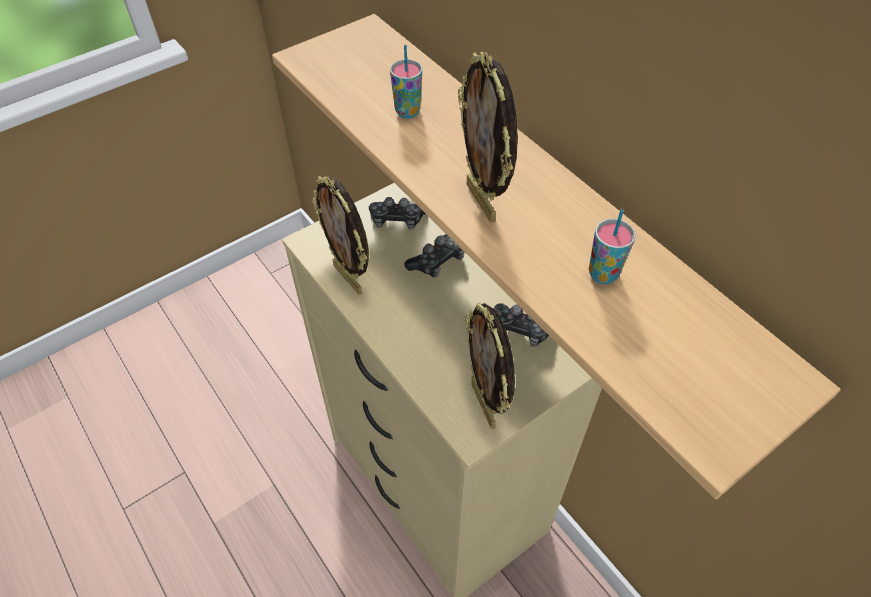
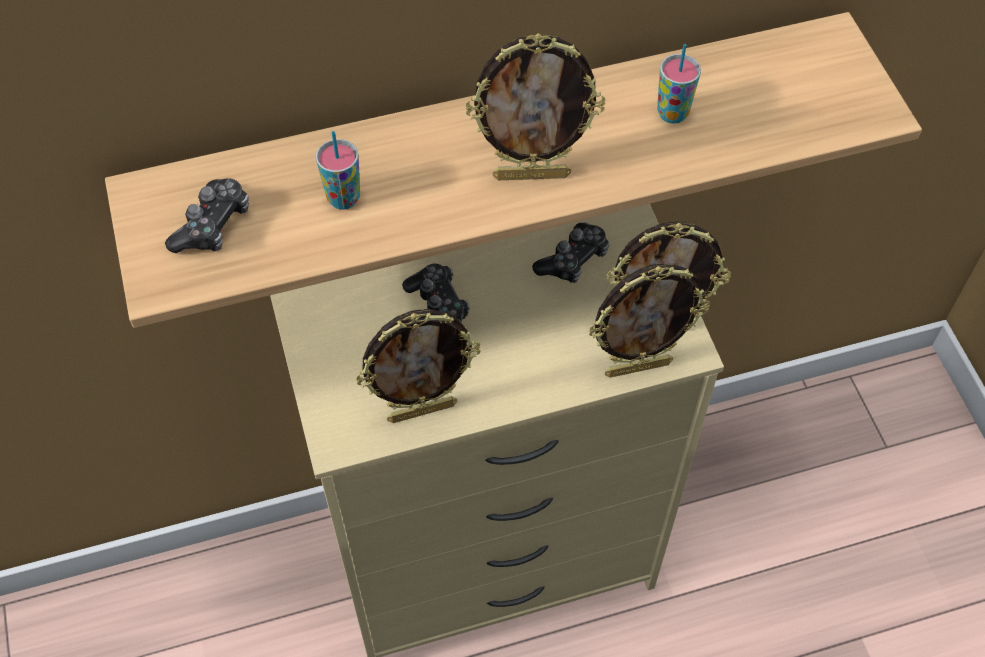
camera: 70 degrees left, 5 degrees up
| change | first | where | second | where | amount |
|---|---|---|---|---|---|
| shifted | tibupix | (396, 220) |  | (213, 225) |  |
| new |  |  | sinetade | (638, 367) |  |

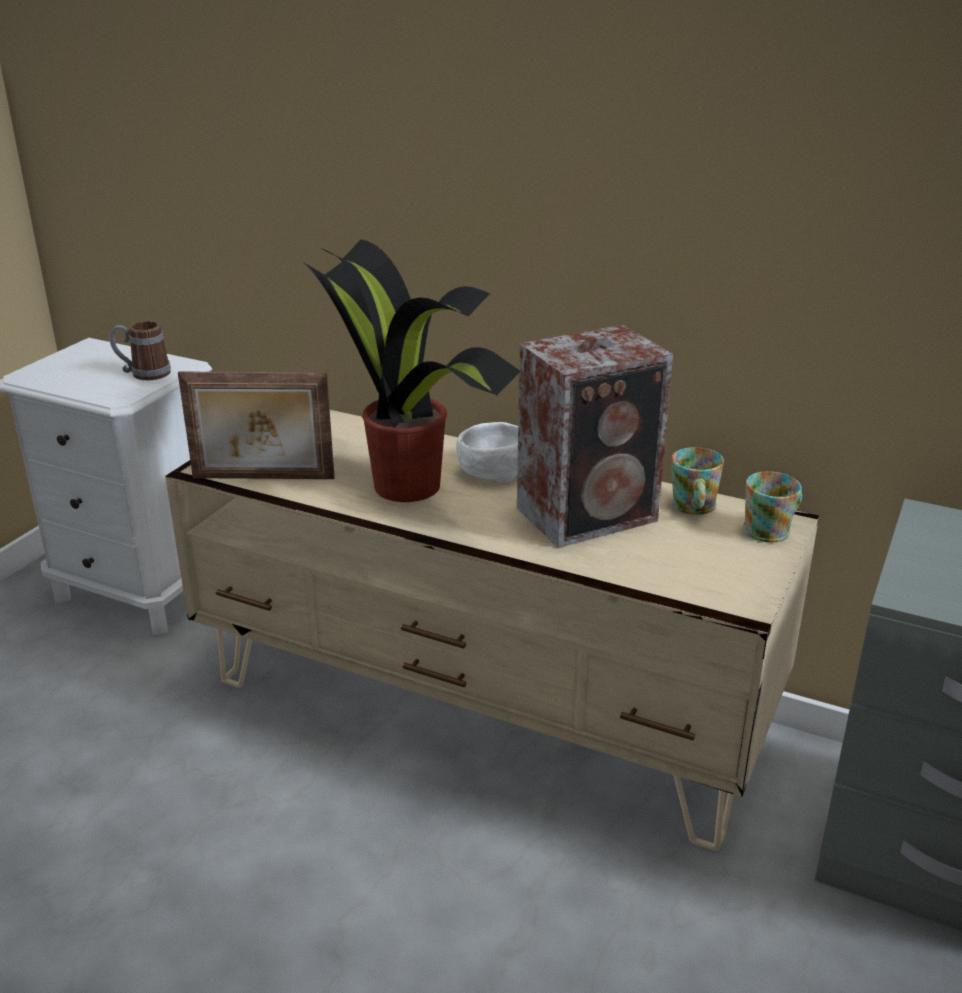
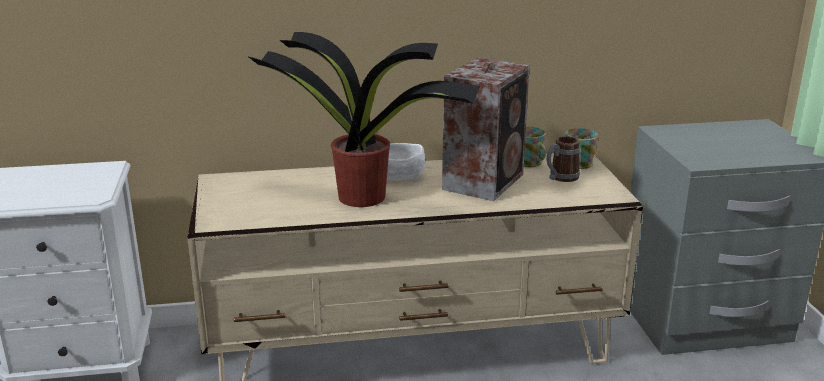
camera: 35 degrees left, 5 degrees down
| change | first | where | second | where | amount |
|---|---|---|---|---|---|
| shifted | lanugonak | (143, 374) |  | (560, 178) |  |
| gone | sinetade | (263, 479) |  |  |  |

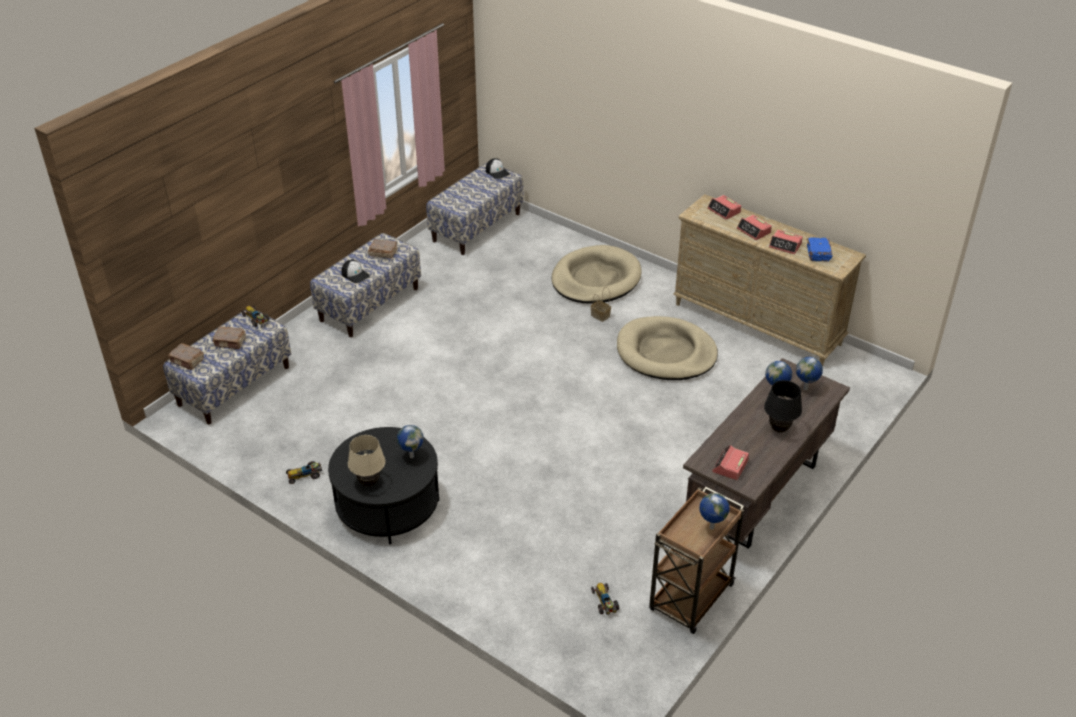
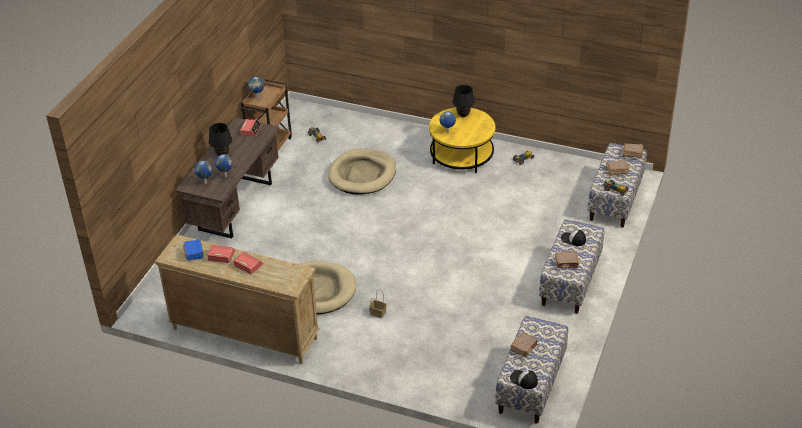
camera: 165 degrees right, 0 degrees up
| change | first | where | second | where | amount |
|---|---|---|---|---|---|
| gone | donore | (724, 211) |  |  |  |
| shifted | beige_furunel | (596, 279) |  | (362, 174) |  |
| repainted | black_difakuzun | (387, 505) | yellow_difakuzun | (461, 155) |  |
| repainted | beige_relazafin | (369, 483) | black_relazafin | (463, 115) |  |
| new |  |  | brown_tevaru | (524, 348) |  |

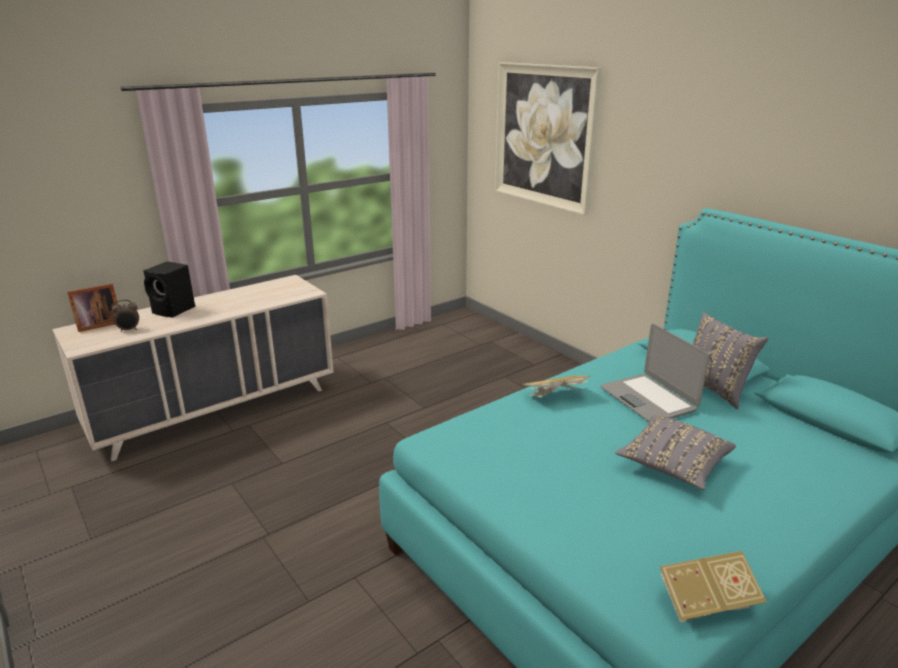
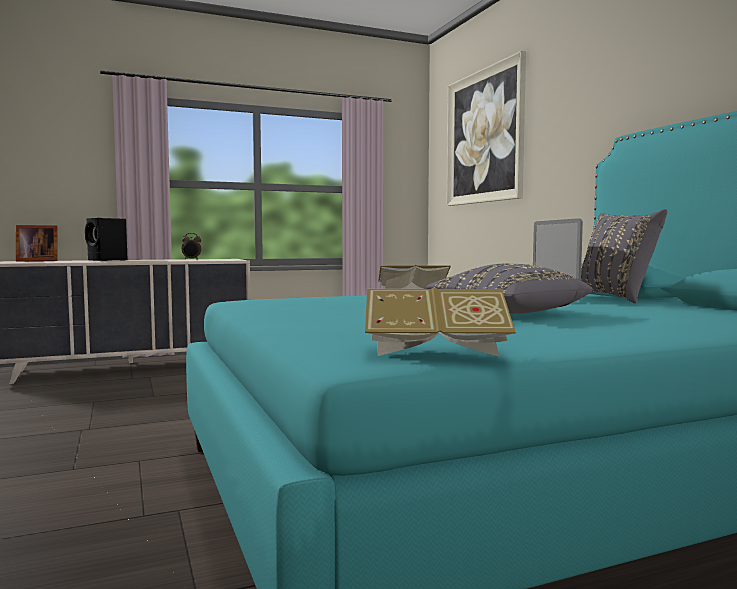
camera: 15 degrees right, 20 degrees down
| change | first | where | second | where | amount |
|---|---|---|---|---|---|
| shifted | donore | (129, 330) |  | (191, 259) |  |

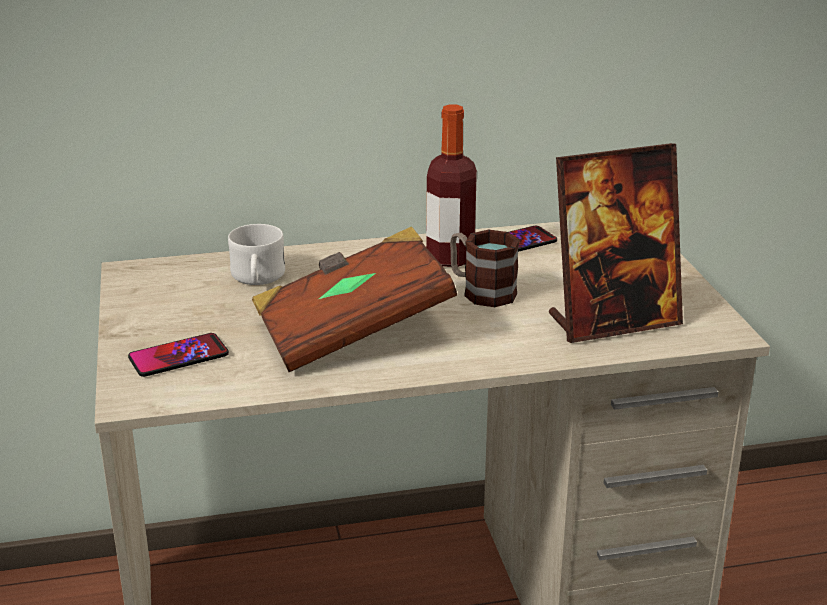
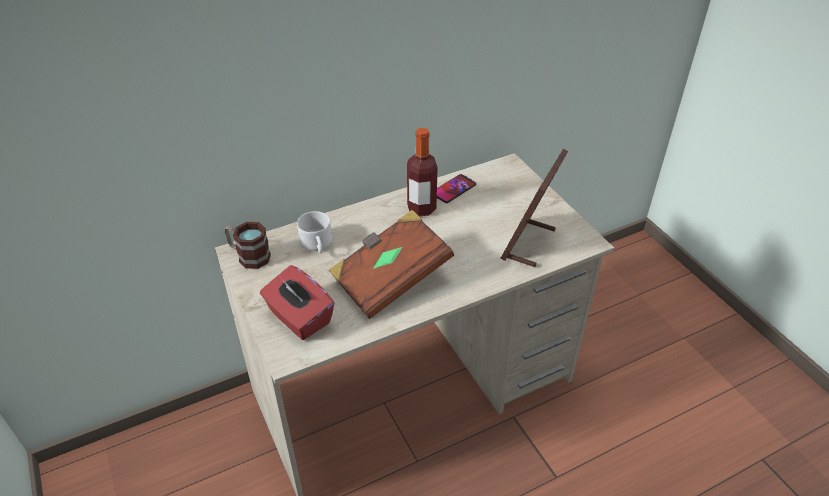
camera: 15 degrees left, 15 degrees up
| change | first | where | second | where | amount |
|---|---|---|---|---|---|
| rotated | sinetade | (613, 321) |  | (528, 243) | 150 degrees clockwise |
| shifted | lanugonak | (481, 291) |  | (249, 256) |  |
| swapped | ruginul | (178, 356) | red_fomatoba | (299, 318) |  |

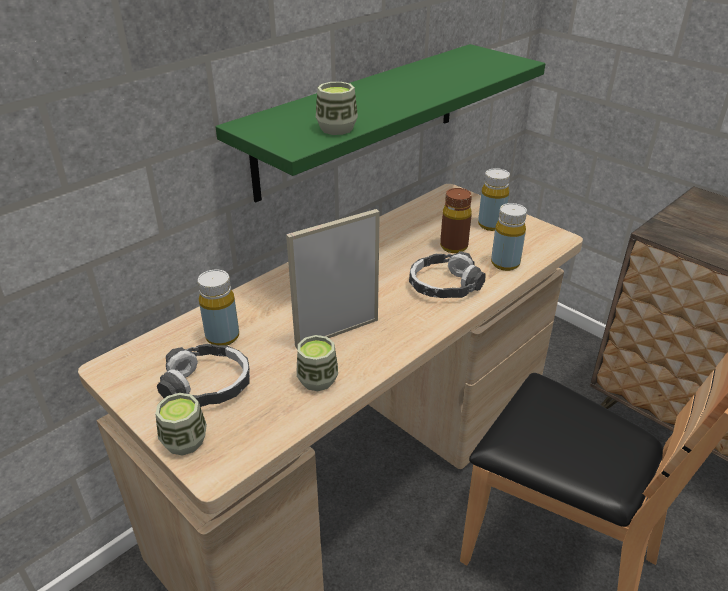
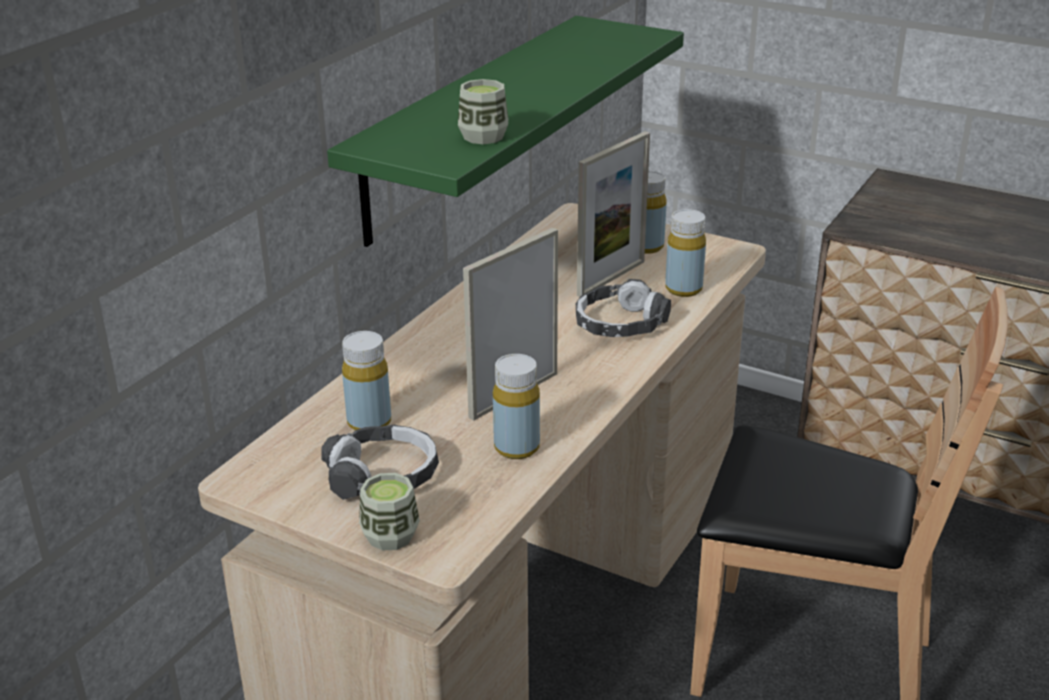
camera: 15 degrees left, 5 degrees down
| change | first | where | second | where | amount |
|---|---|---|---|---|---|
| swapped | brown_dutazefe | (453, 247) | sinetade | (611, 278) |  |
| swapped | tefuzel | (317, 380) | yellow_dutazefe | (516, 447) |  |

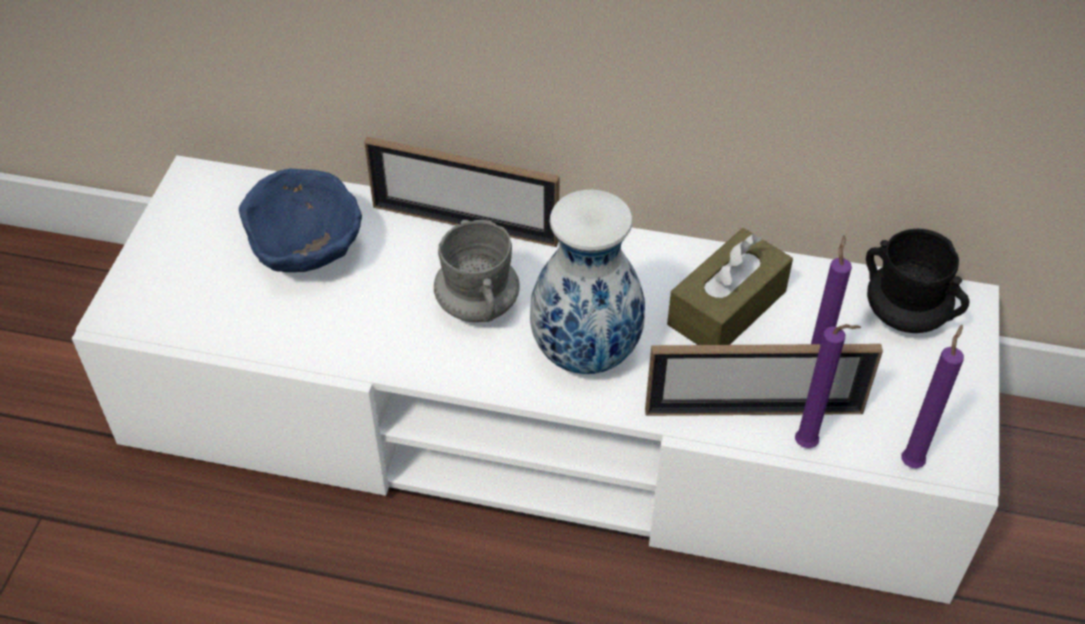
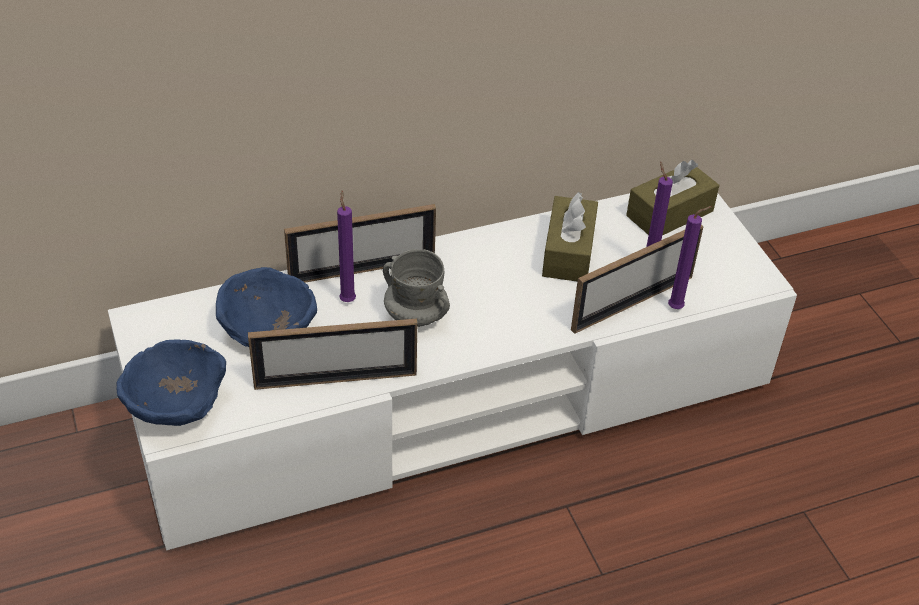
camera: 35 degrees left, 5 degrees down
| change | first | where | second | where | amount |
|---|---|---|---|---|---|
| gone | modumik | (586, 351) |  |  |  |
| swapped | black_lanugonak | (905, 315) | brown_fomatoba | (669, 213) |  |
| shifted | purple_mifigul | (912, 461) |  | (347, 299) |  |
| new |  |  | sinetade | (335, 380) |  |
| new |  |  | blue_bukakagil | (174, 406) |  |

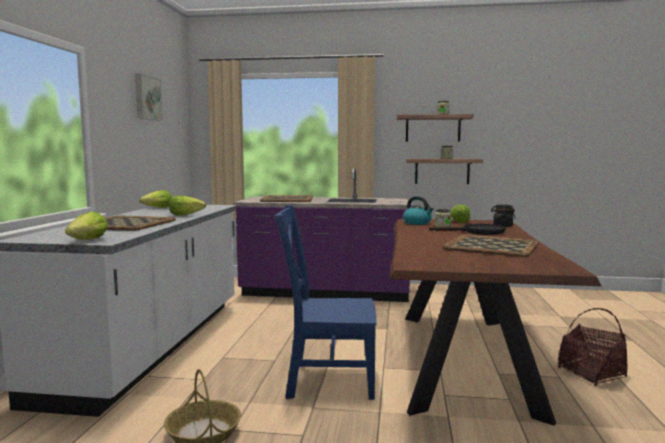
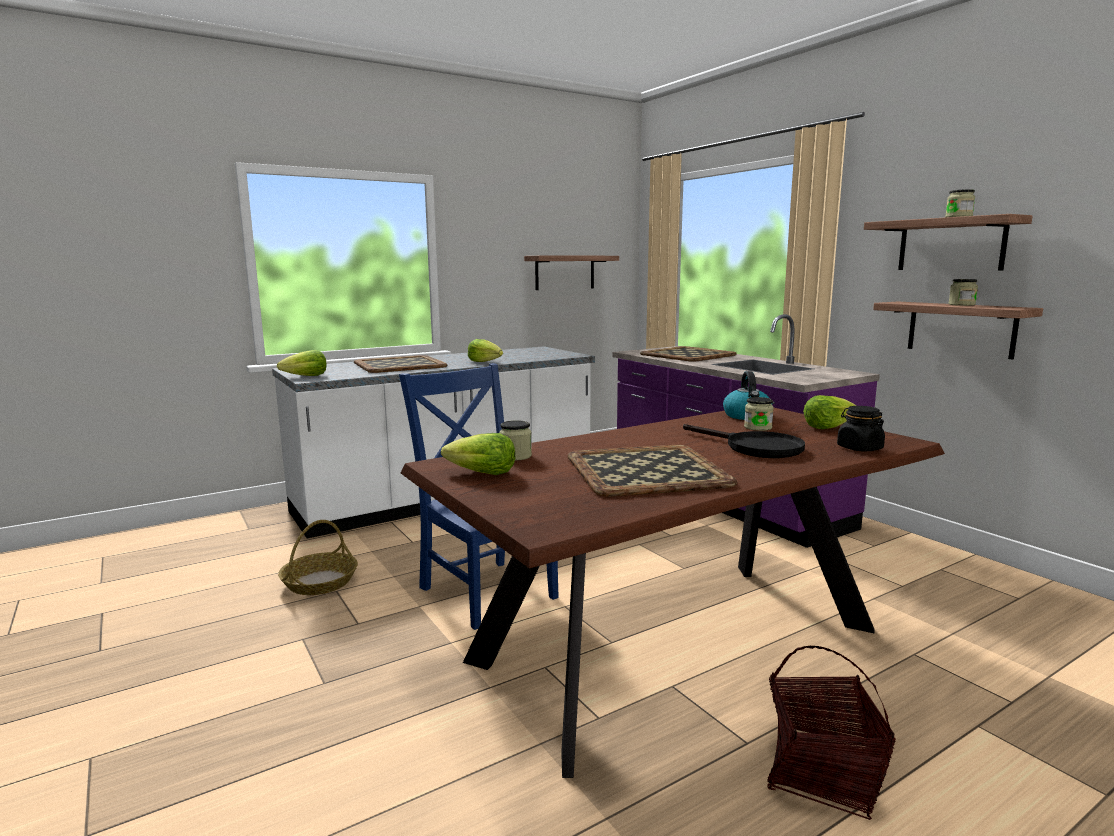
camera: 50 degrees right, 5 degrees up
| change | first | where | second | where | amount |
|---|---|---|---|---|---|
| gone | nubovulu | (147, 98) |  |  |  |
| shifted | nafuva | (158, 208) |  | (481, 474) |  |
| new |  |  | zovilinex | (565, 272) |  |
| new |  |  | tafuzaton | (515, 456) |  |

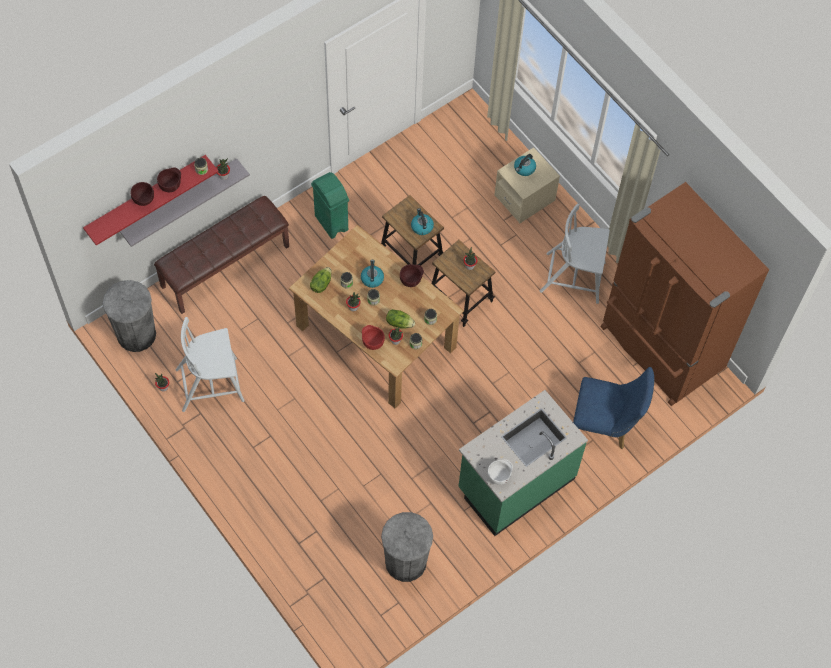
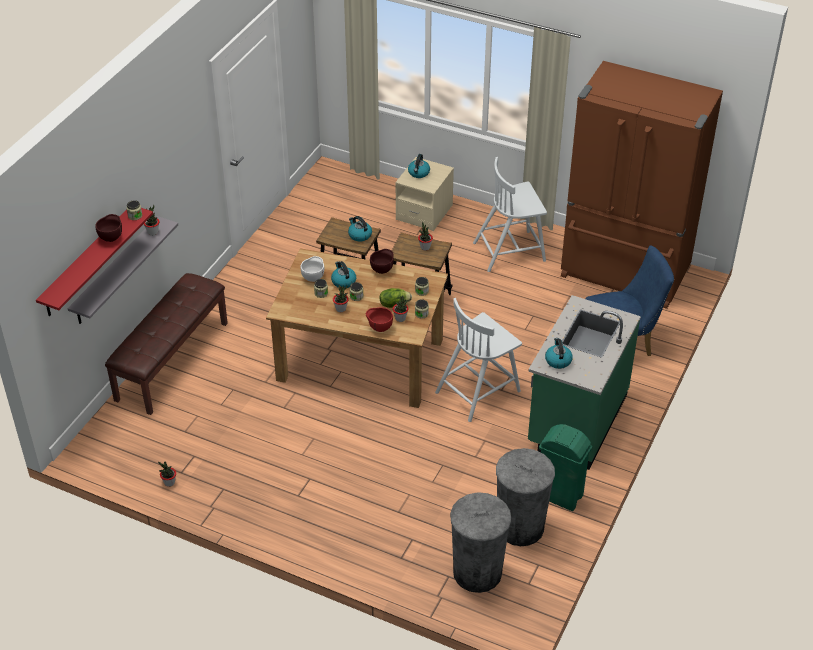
camera: 25 degrees left, 20 degrees down
| change | first | where | second | where | amount |
|---|---|---|---|---|---|
| shifted | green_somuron | (331, 223) |  | (560, 496) |  |
| gone | brown_bukakagil | (144, 201) |  |  |  |
| gone | nafuva | (321, 284) |  |  |  |
| shifted | grey_somuron | (136, 334) |  | (477, 572) |  |
| shifted | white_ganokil | (211, 384) |  | (478, 391) |  |
| shifted | white_bukakagil | (499, 476) |  | (313, 278) |  |
| new |  |  | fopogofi | (558, 360) |  |

